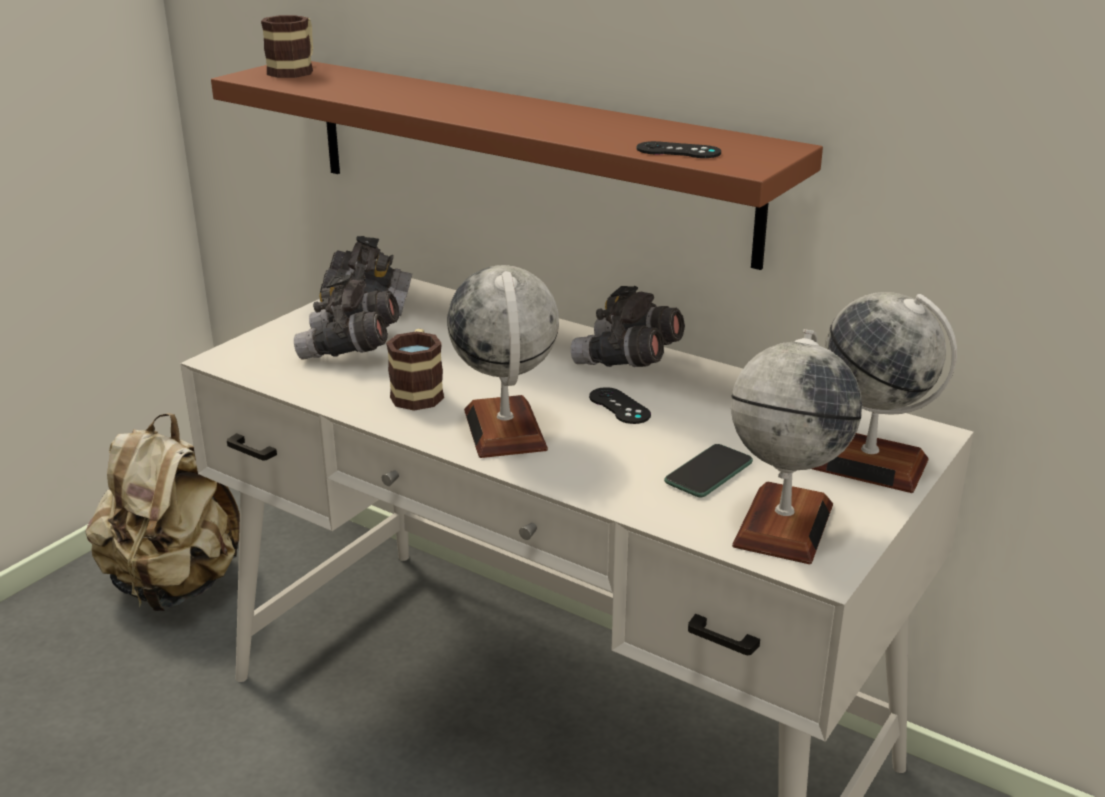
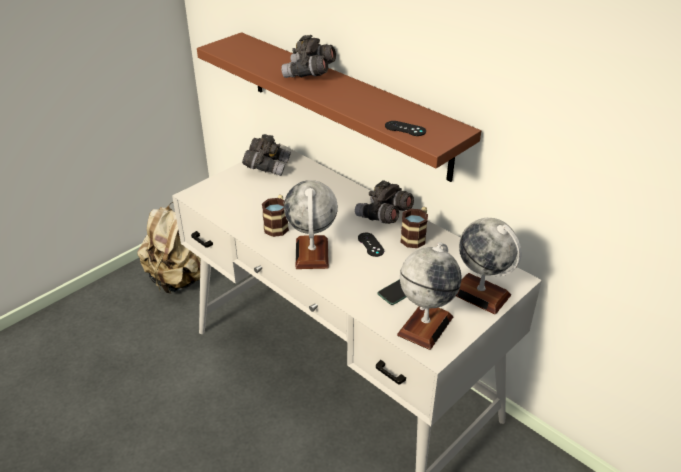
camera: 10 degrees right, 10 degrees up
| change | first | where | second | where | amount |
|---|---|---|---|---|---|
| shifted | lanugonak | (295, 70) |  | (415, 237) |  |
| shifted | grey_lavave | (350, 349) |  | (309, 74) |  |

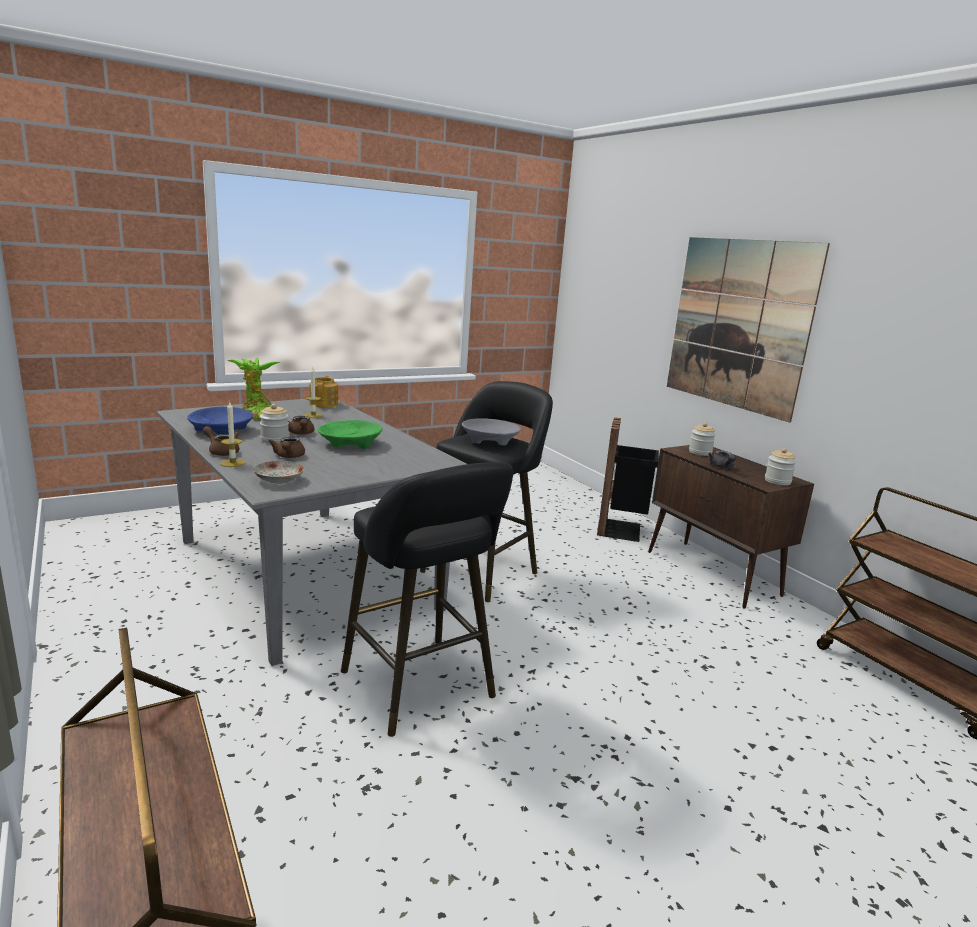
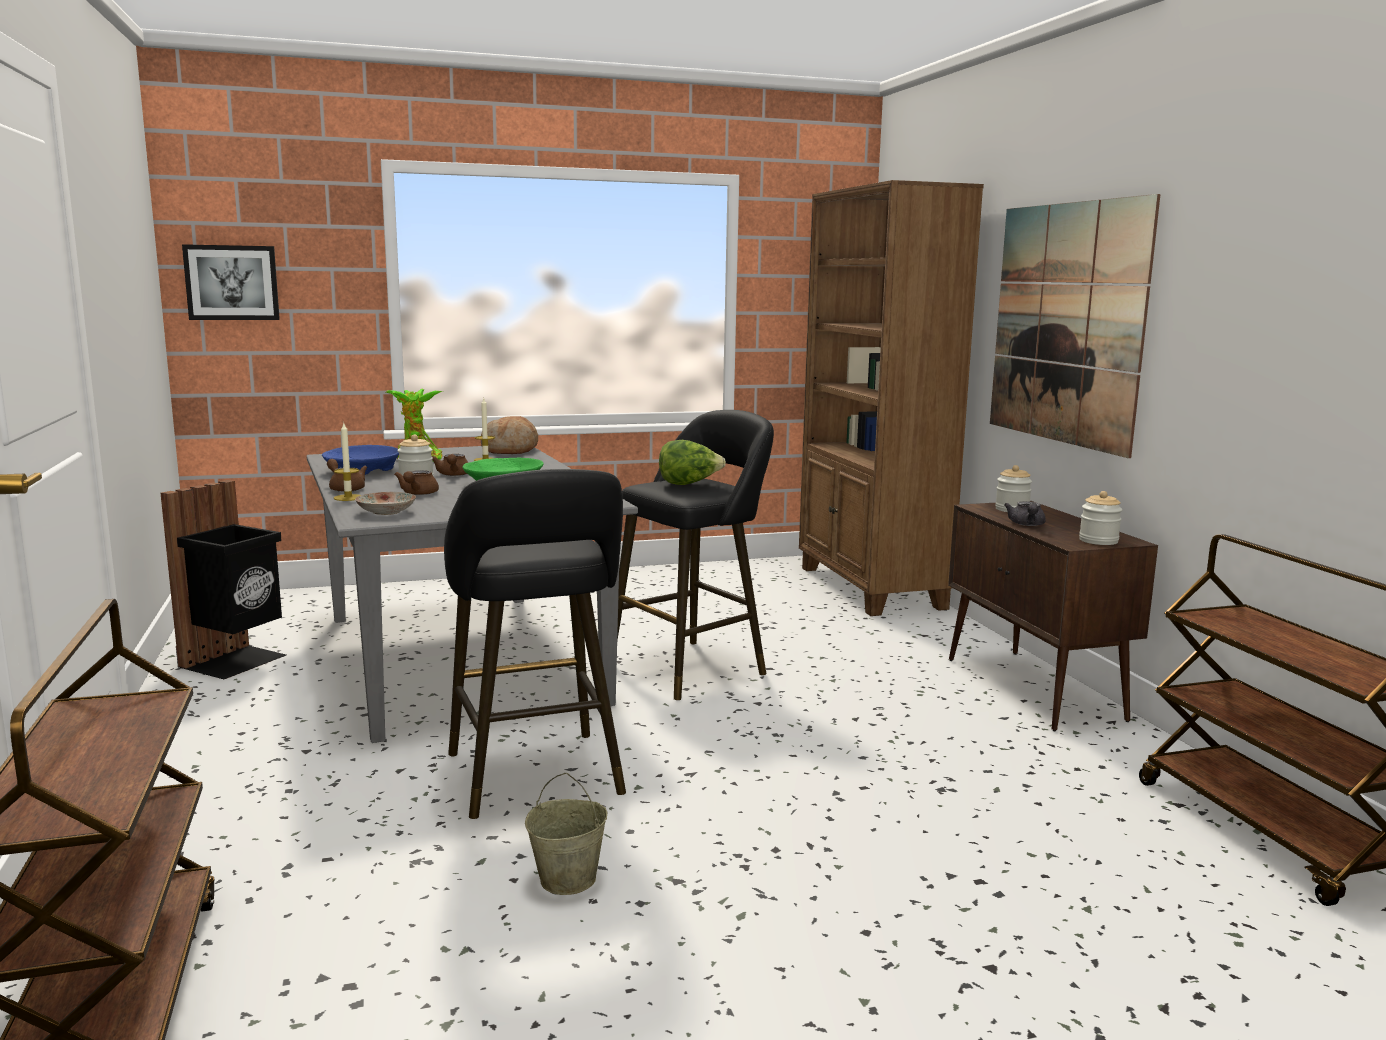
camera: 15 degrees right, 5 degrees down
| change | first | where | second | where | amount |
|---|---|---|---|---|---|
| swapped | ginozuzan | (324, 404) | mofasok | (510, 450) |  |
| shifted | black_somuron | (622, 529) |  | (237, 661) |  |
| swapped | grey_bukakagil | (489, 440) | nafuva | (689, 484) |  |
| new |  |  | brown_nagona | (870, 588) |  |
| new |  |  | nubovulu | (232, 282) |  |
| new |  |  | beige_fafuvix | (569, 879) |  |

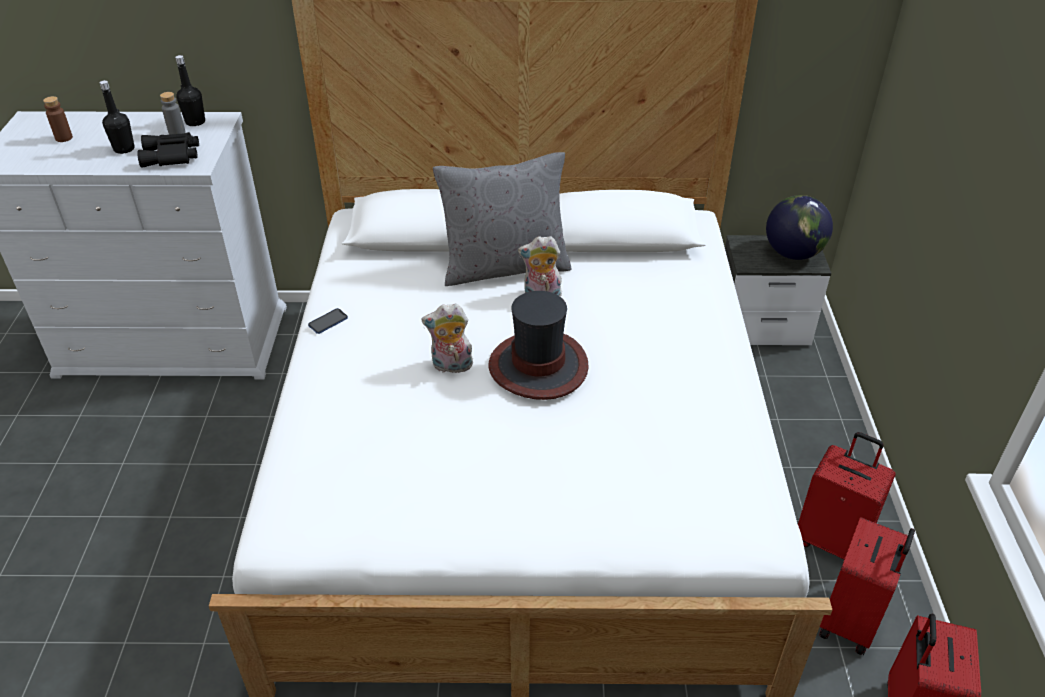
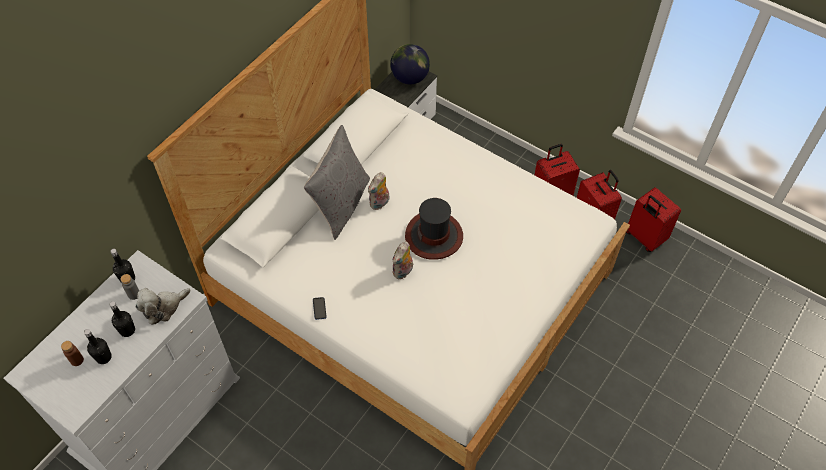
camera: 55 degrees left, 15 degrees up
| change | first | where | second | where | amount |
|---|---|---|---|---|---|
| swapped | black_lavave | (172, 156) | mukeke | (163, 308) |  |
| new |  |  | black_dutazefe | (103, 357) |  |

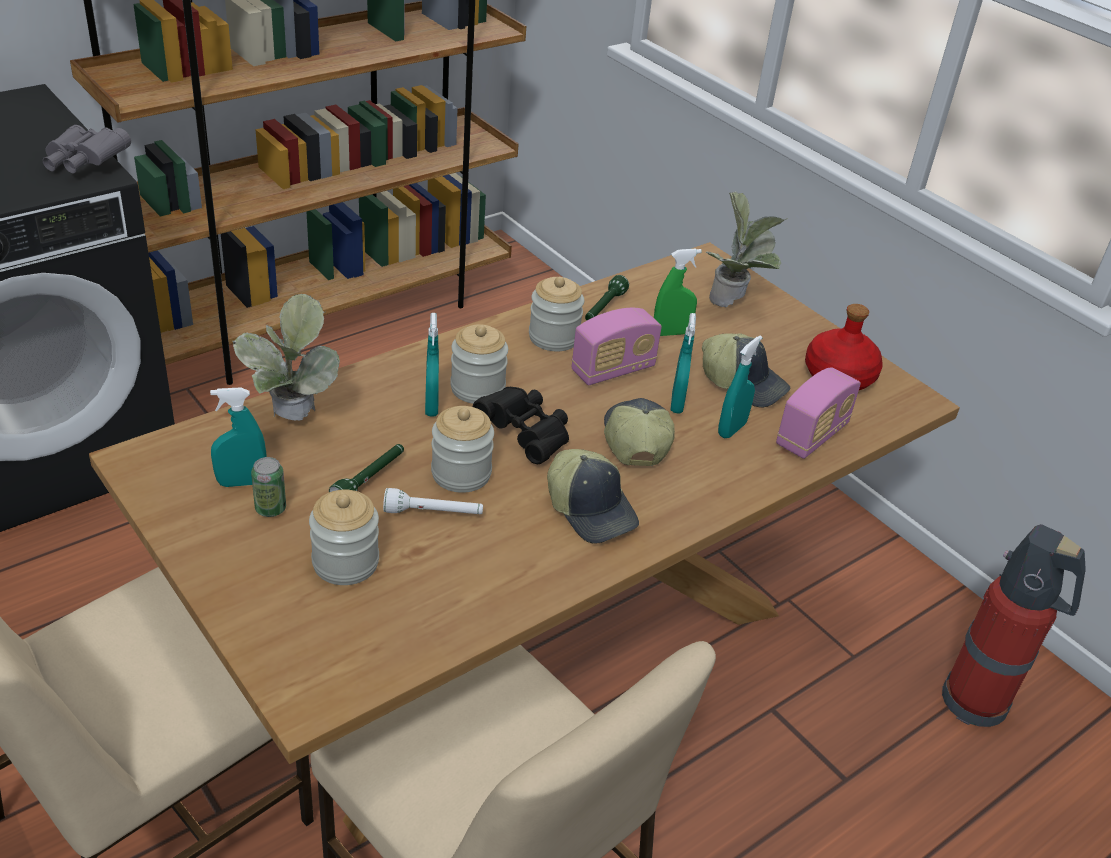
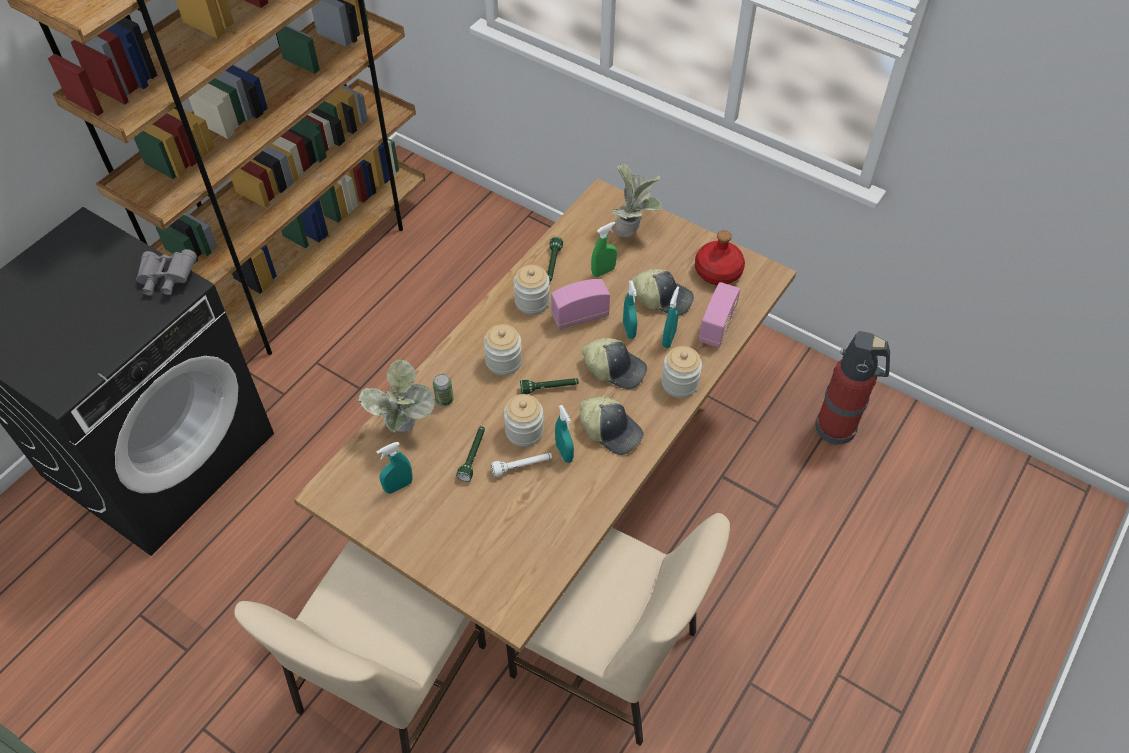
camera: 15 degrees left, 15 degrees up
| change | first | where | second | where | amount |
|---|---|---|---|---|---|
| rotated | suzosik | (613, 370) |  | (580, 316) | 150 degrees counterclockwise |
| shifted | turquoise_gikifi | (431, 406) |  | (564, 452) |  |
| swapped | black_lavave | (526, 435) | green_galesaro | (549, 388) |  |
| rotated | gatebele | (634, 440) |  | (615, 368) | 135 degrees clockwise |
| shifted | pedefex | (270, 509) |  | (444, 399) |  |
| shifted | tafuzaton | (345, 562) |  | (679, 383) |  |

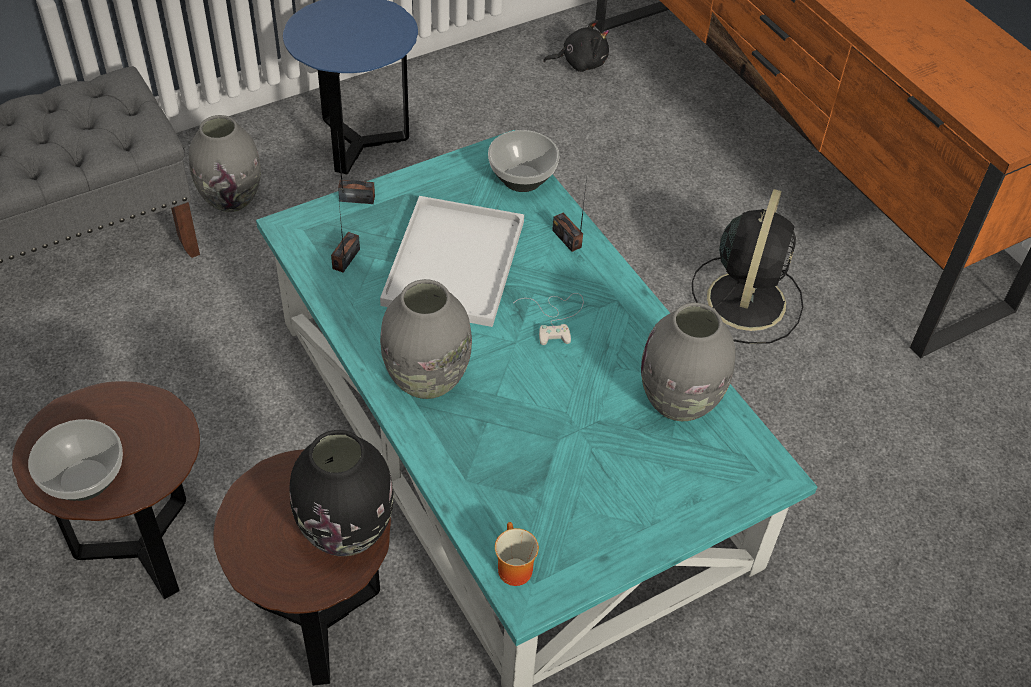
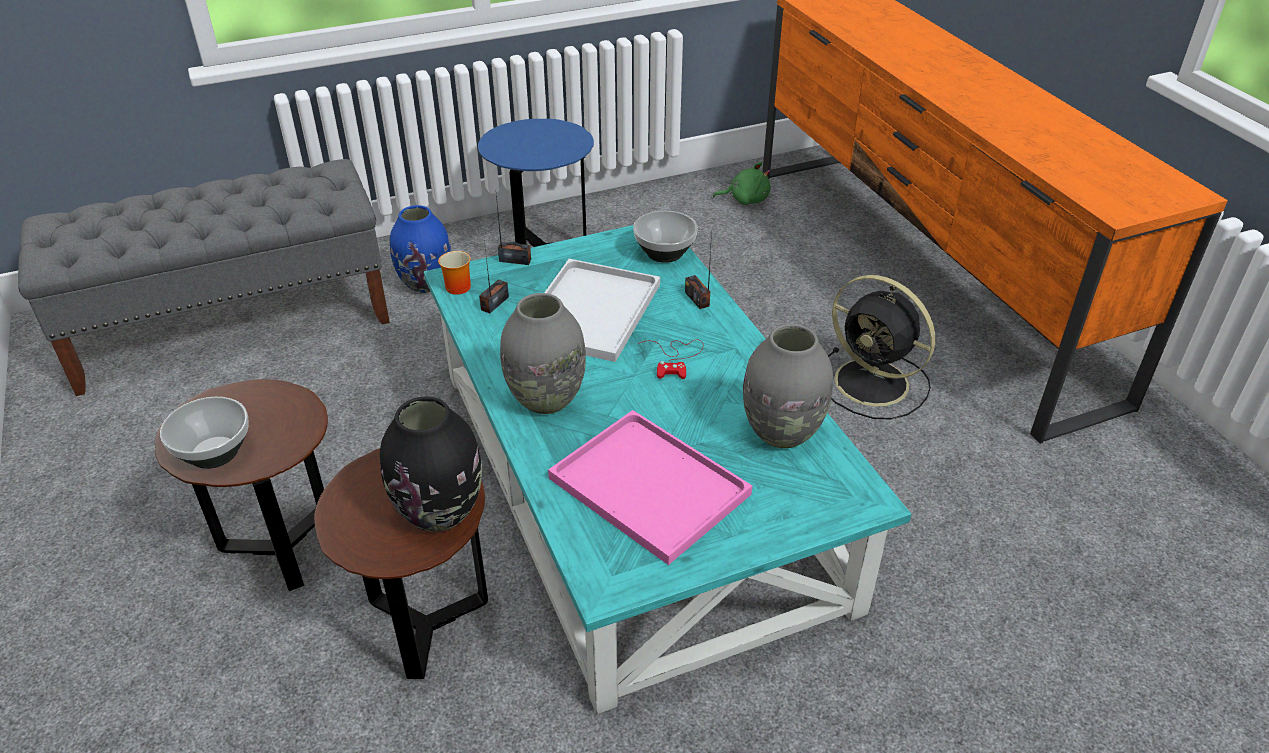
camera: 10 degrees right, 10 degrees down
| change | first | where | second | where | amount |
|---|---|---|---|---|---|
| repainted | black_mukeke | (580, 62) | green_mukeke | (745, 199) |  |
| repainted | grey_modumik | (231, 199) | blue_modumik | (426, 283) |  |
| rotated | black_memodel | (747, 298) |  | (874, 384) | 105 degrees clockwise |
| repainted | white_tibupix | (556, 317) | red_tibupix | (676, 358) |  |
| shifted | lanugonak | (511, 567) |  | (456, 285) |  |
| new |  |  | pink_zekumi | (645, 485) |  |

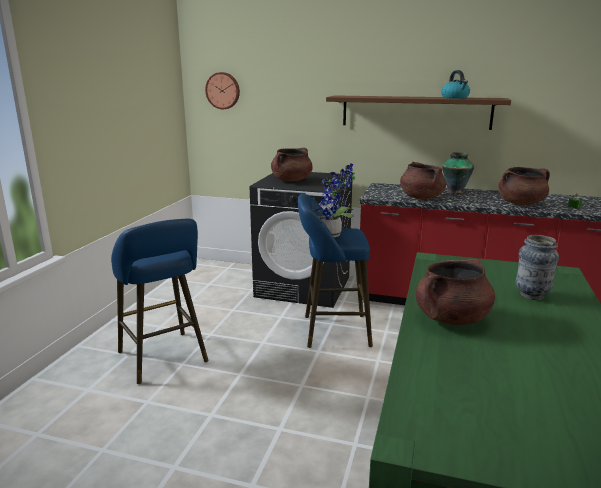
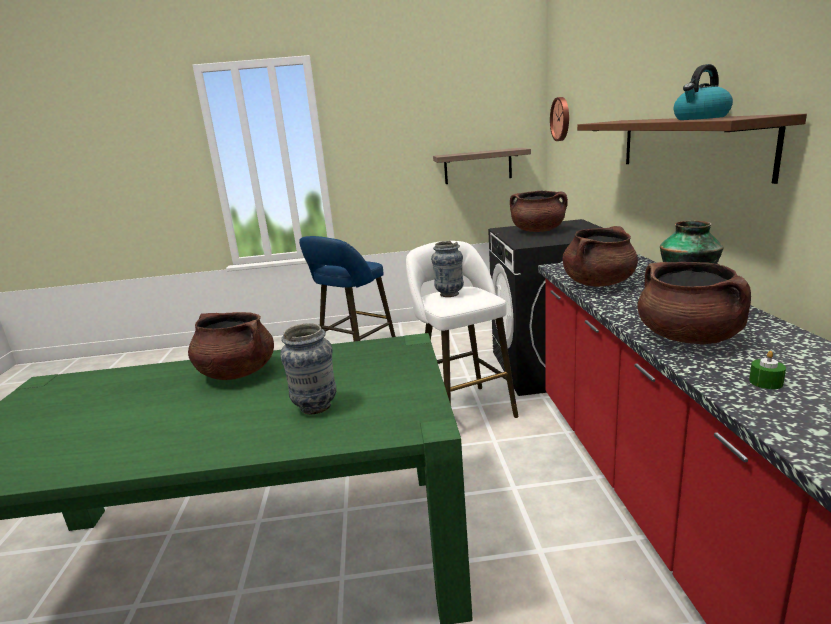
camera: 70 degrees right, 0 degrees up
| change | first | where | second | where | amount |
|---|---|---|---|---|---|
| swapped | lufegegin | (333, 235) | modumik | (449, 294) |  |
| repainted | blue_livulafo | (331, 331) | white_livulafo | (463, 408) |  |
| new |  |  | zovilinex | (478, 166) |  |

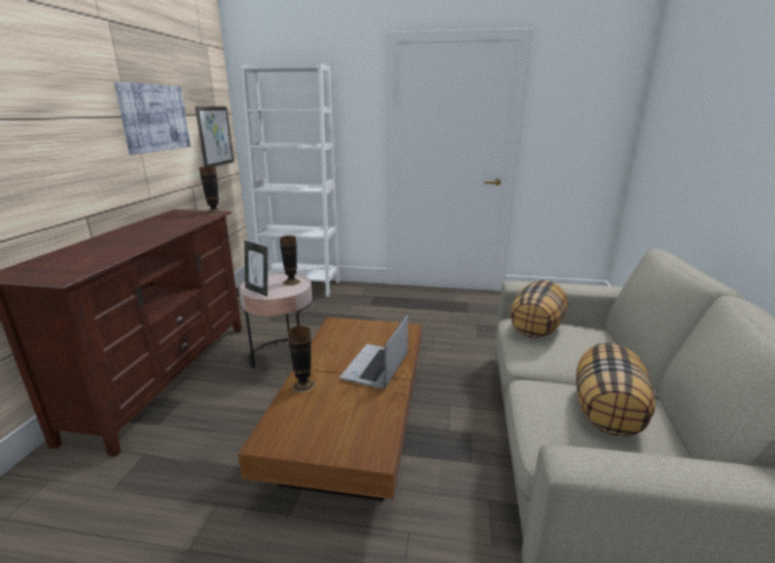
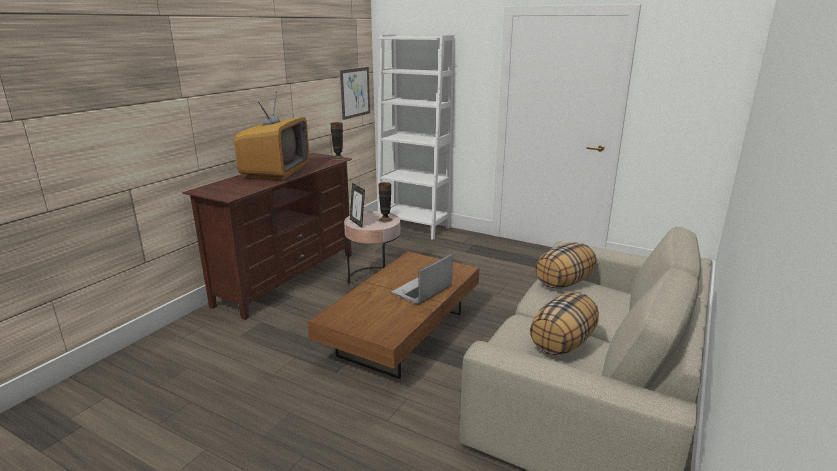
camera: 20 degrees right, 0 degrees up
| change | first | where | second | where | amount |
|---|---|---|---|---|---|
| gone | nubovulu | (154, 118) |  |  |  |
| gone | modumik | (303, 386) |  |  |  |
| new |  |  | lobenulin | (276, 172) |  |

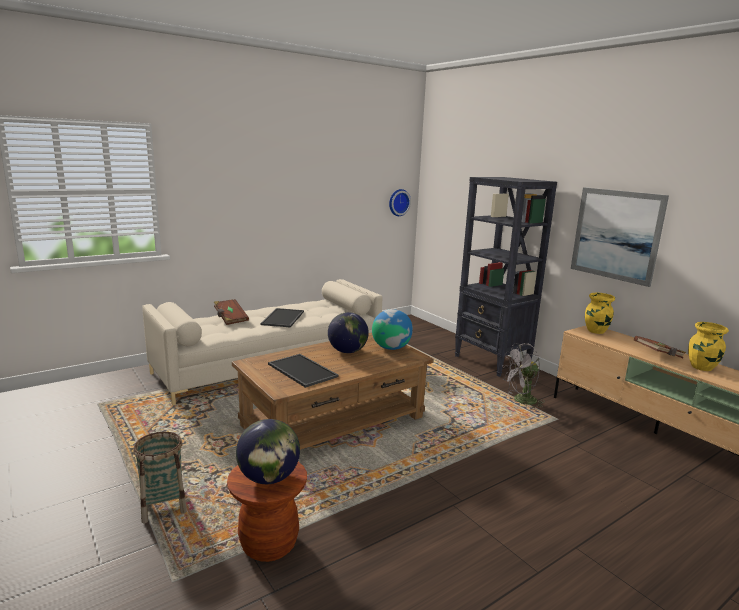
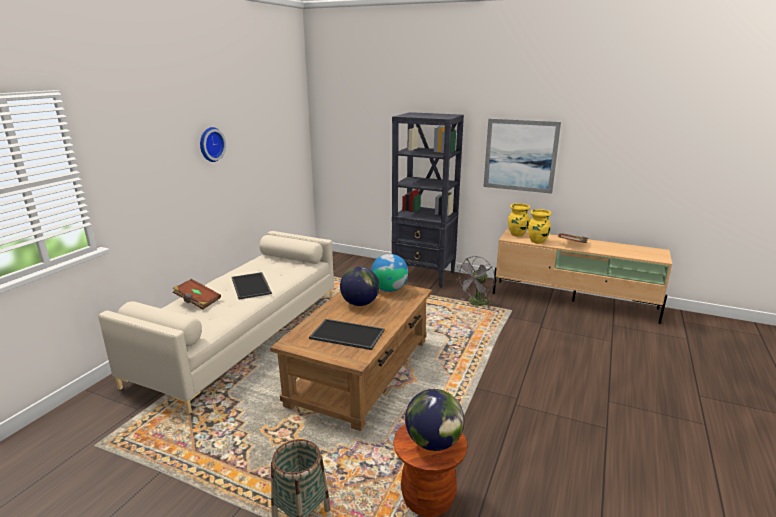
camera: 30 degrees left, 5 degrees up
| change | first | where | second | where | amount |
|---|---|---|---|---|---|
| shifted | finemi | (398, 202) |  | (210, 144) |  |
| shifted | yellow_modumik | (702, 367) |  | (537, 241) |  |

